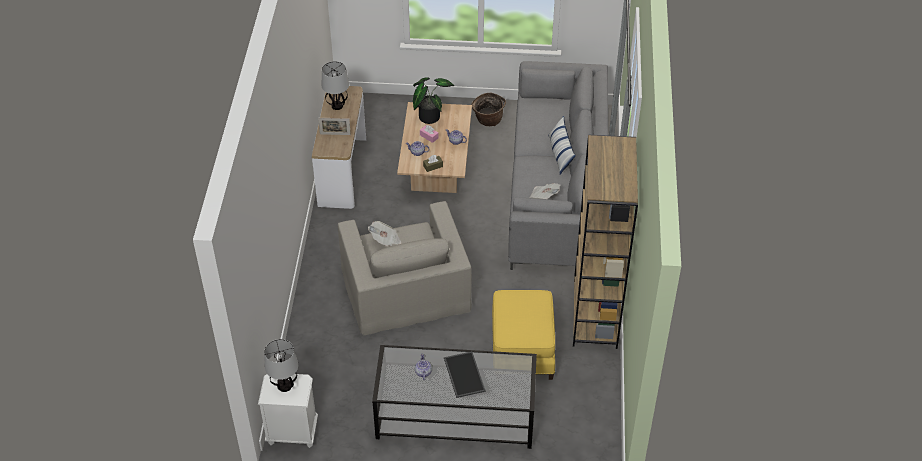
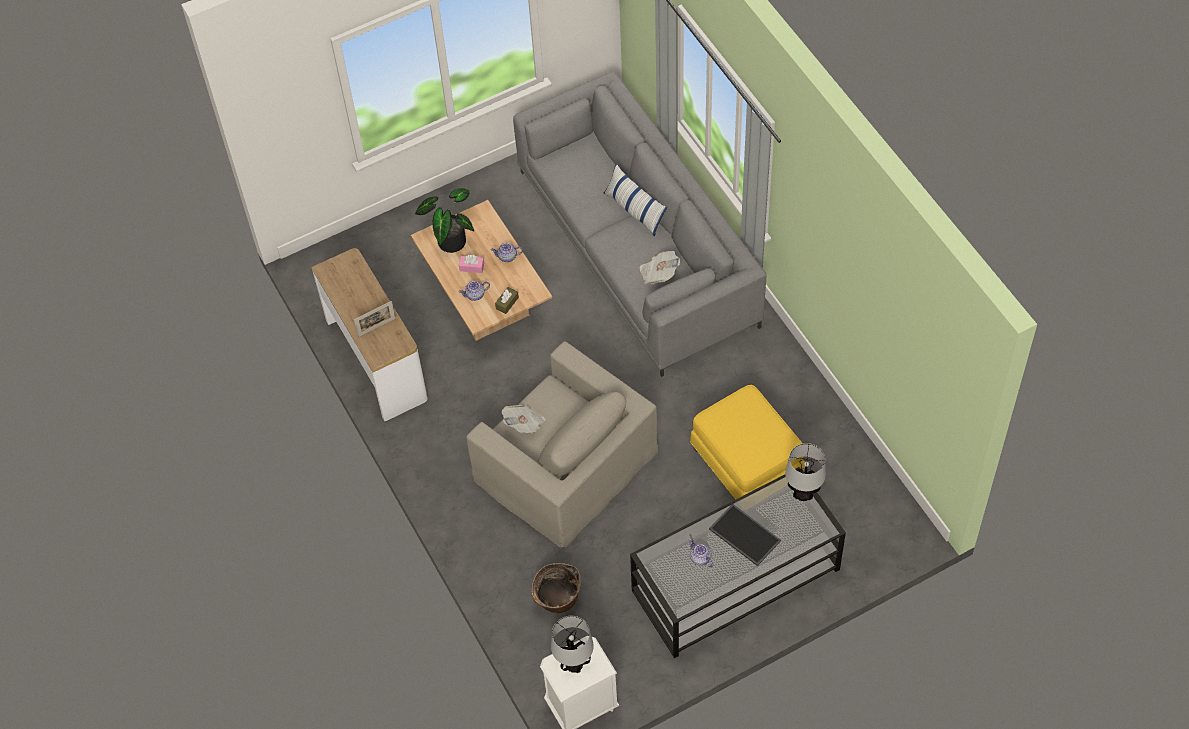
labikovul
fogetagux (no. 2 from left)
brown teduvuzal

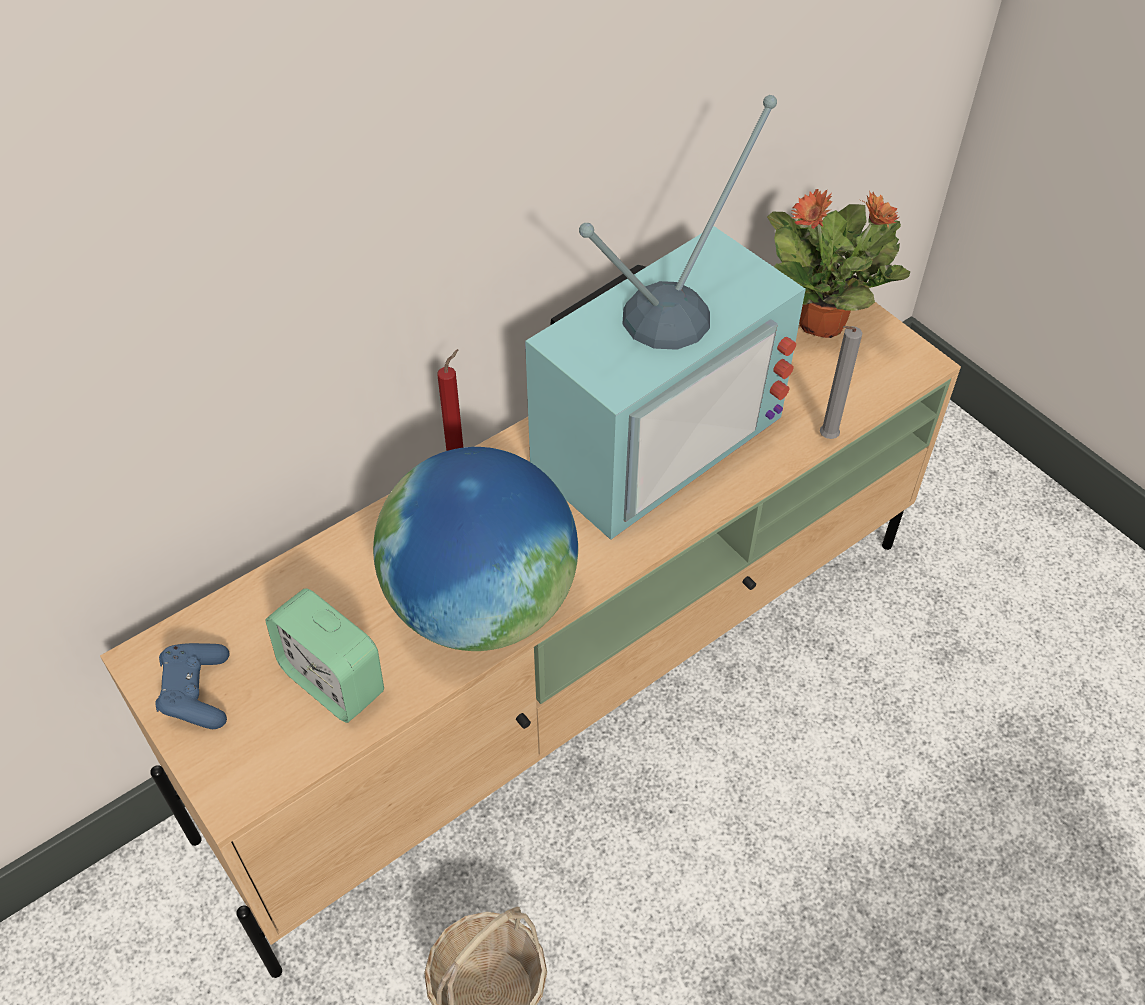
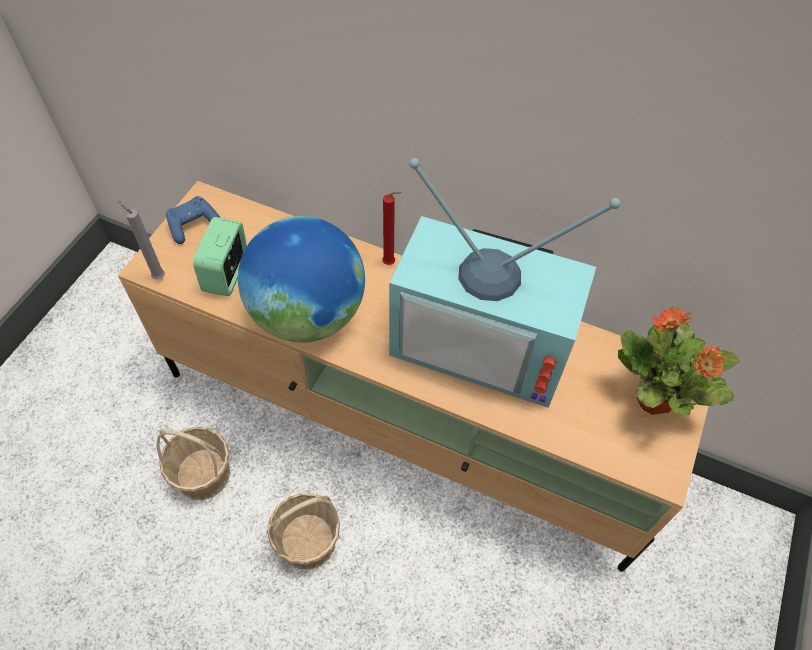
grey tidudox
labikovul (no. 2 from left)

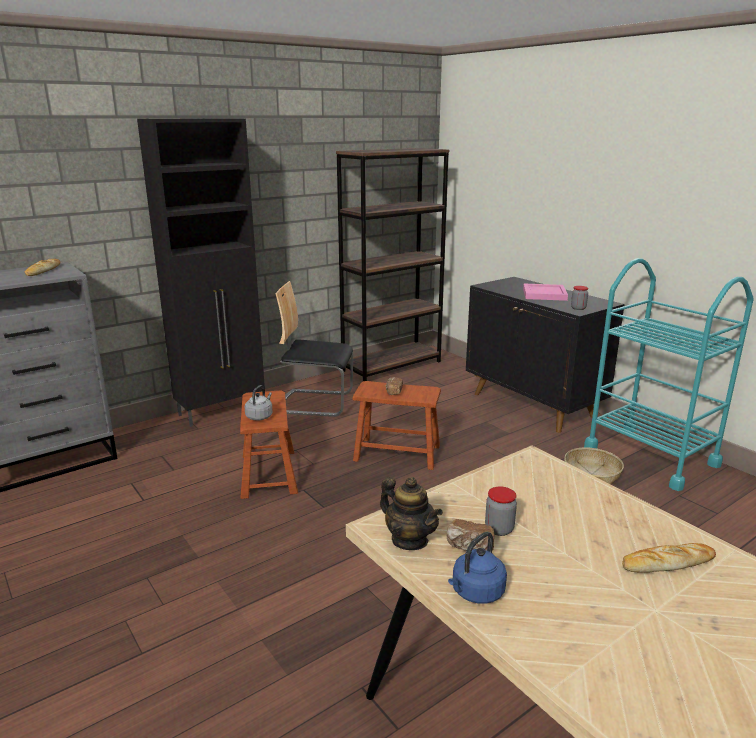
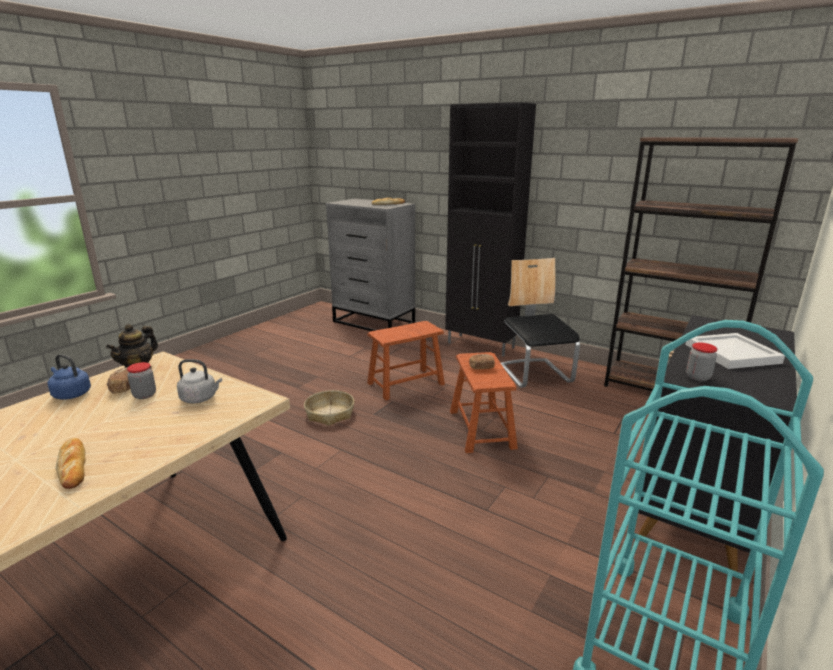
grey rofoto
labikovul
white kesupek

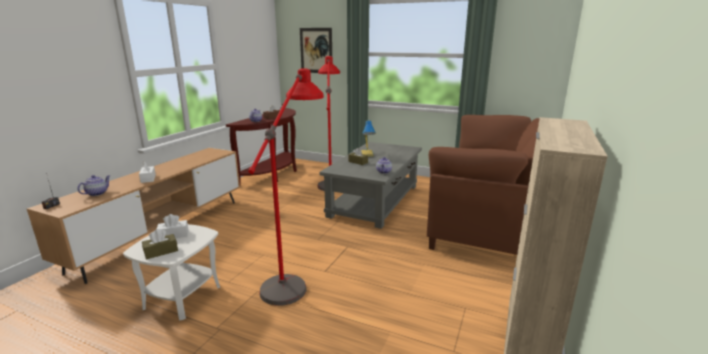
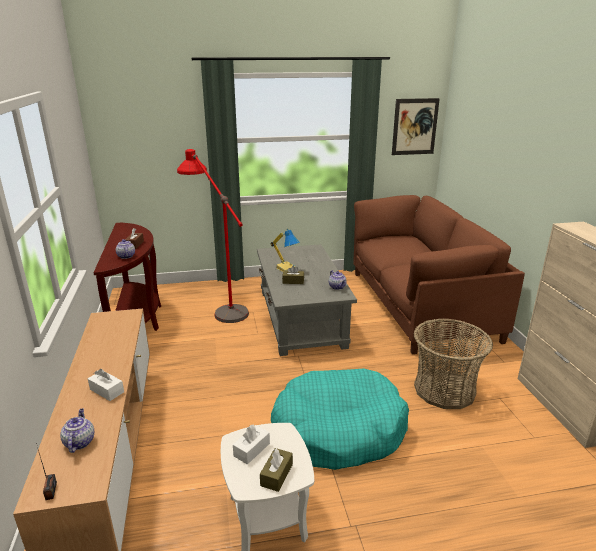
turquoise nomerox
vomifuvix
labikovul

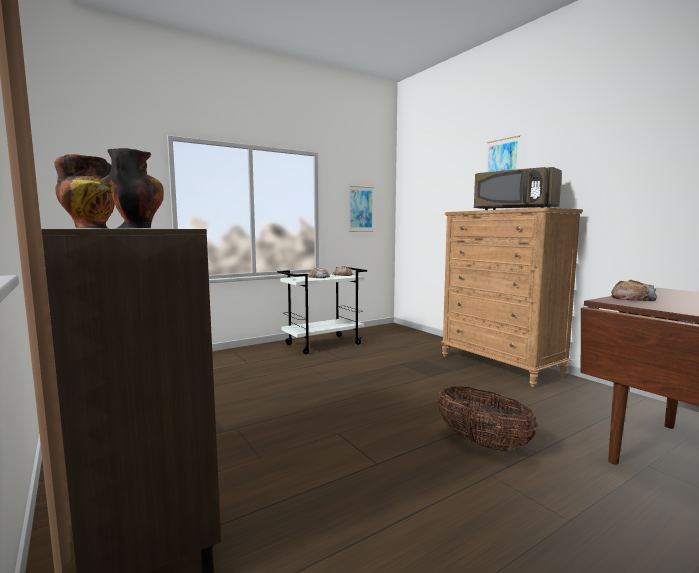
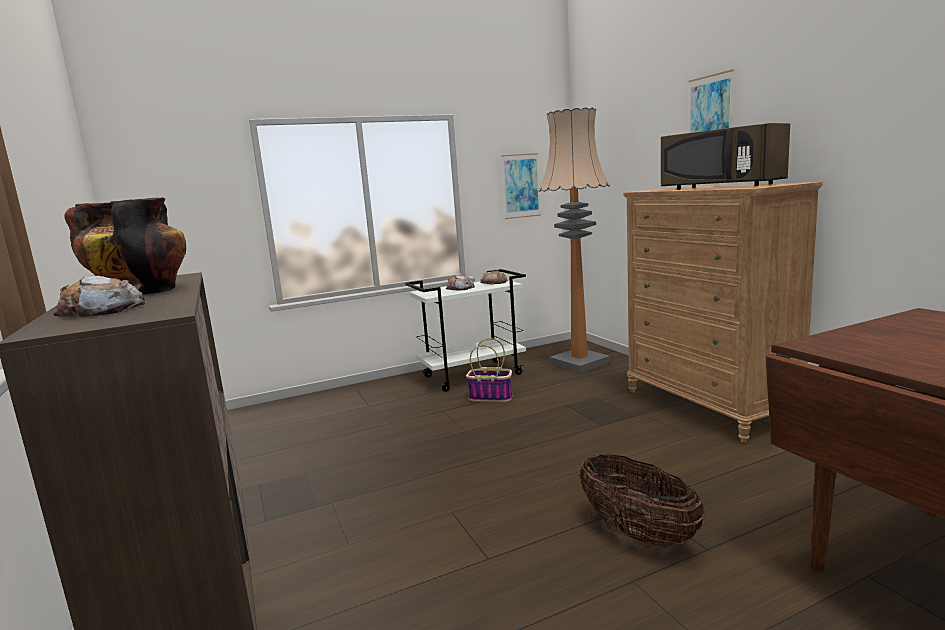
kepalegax (no. 1 from left)
labikovul (no. 1 from left)
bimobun

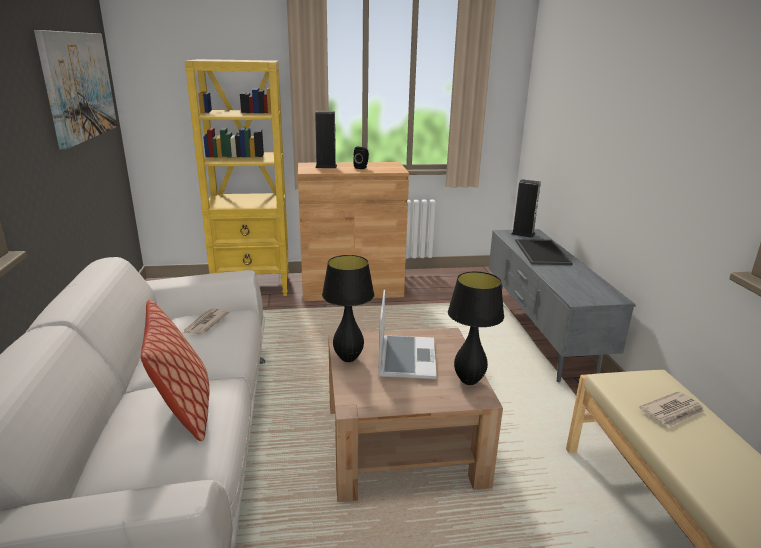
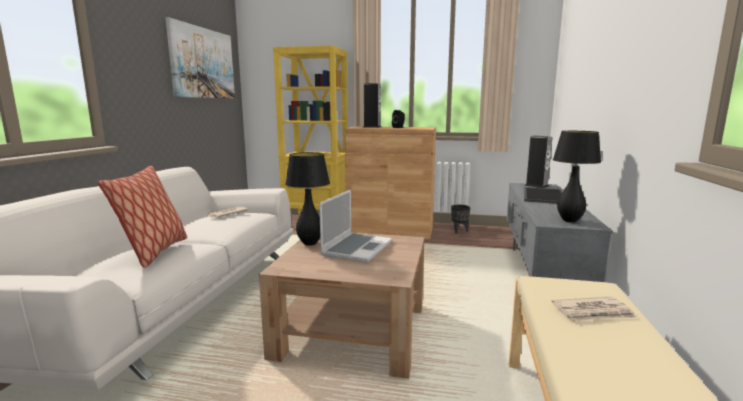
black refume
black fogetagux (no. 2 from left)

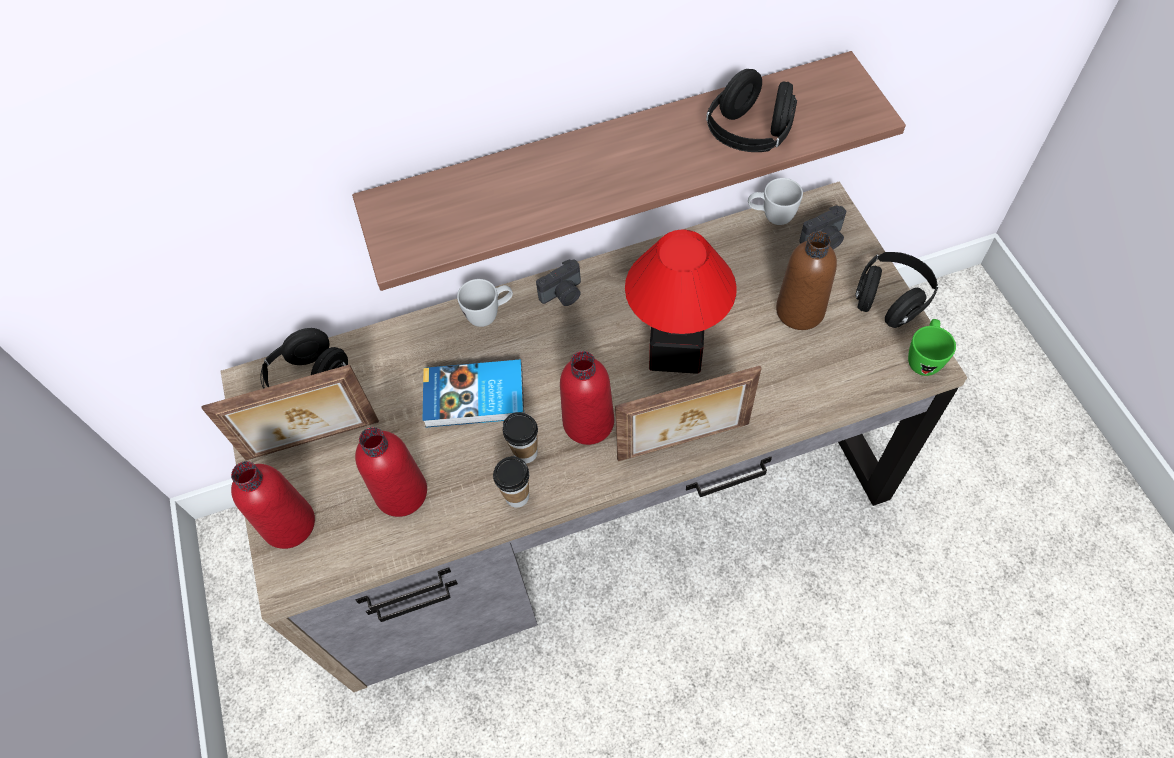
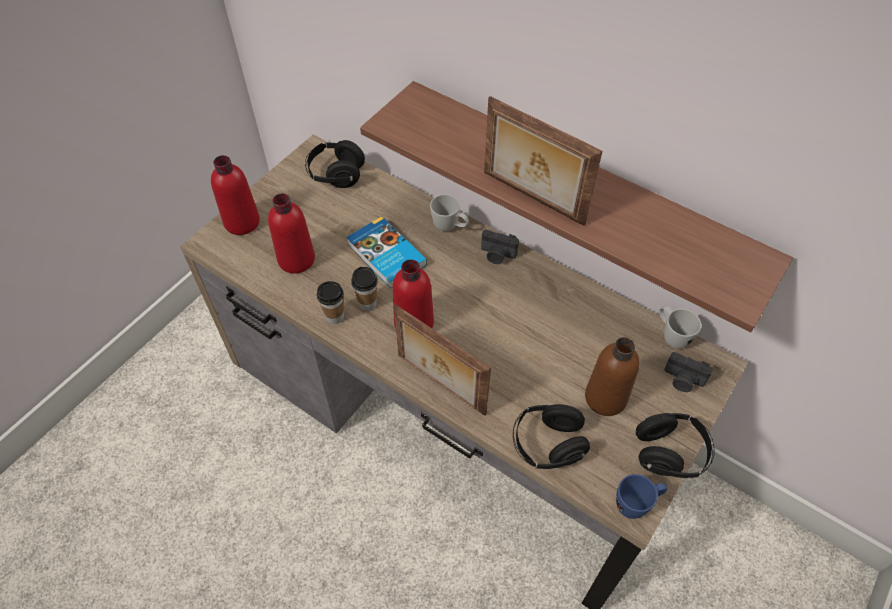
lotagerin (no. 2 from left)
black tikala (no. 2 from left)
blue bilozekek
fogetagux

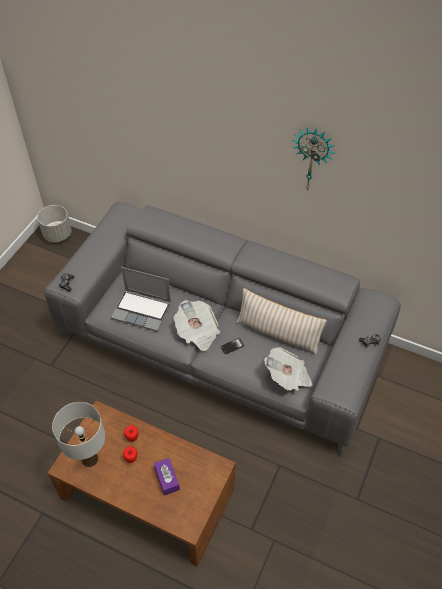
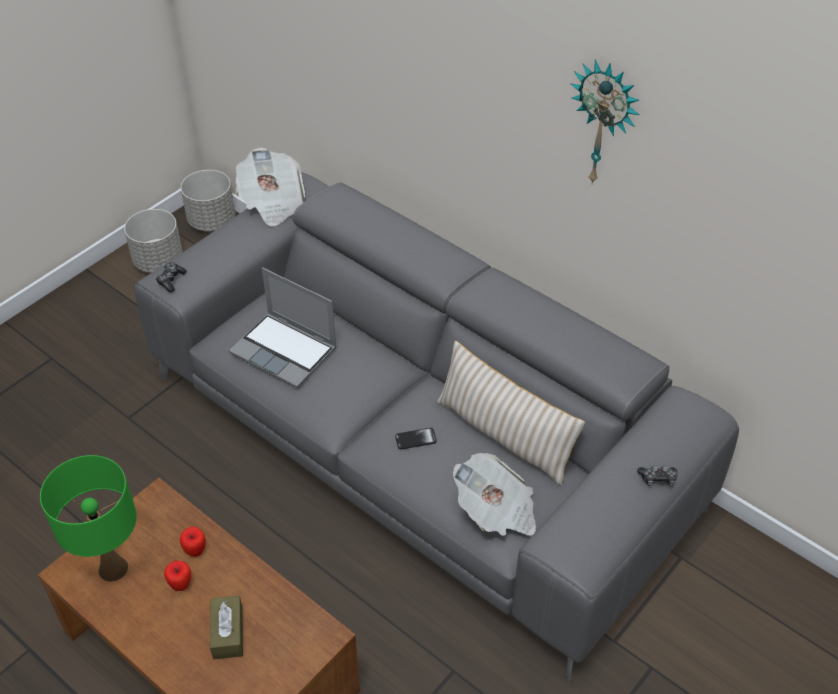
green fogetagux
grey refume (no. 1 from left)
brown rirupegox
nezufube (no. 1 from left)

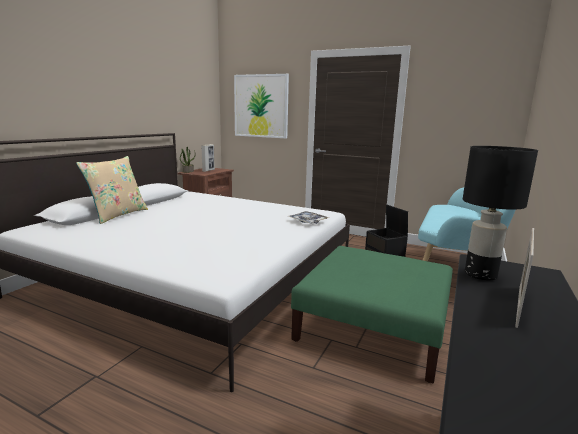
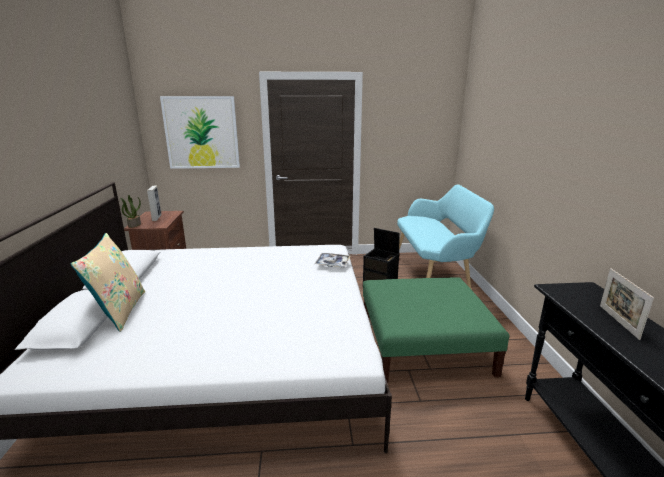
black fogetagux

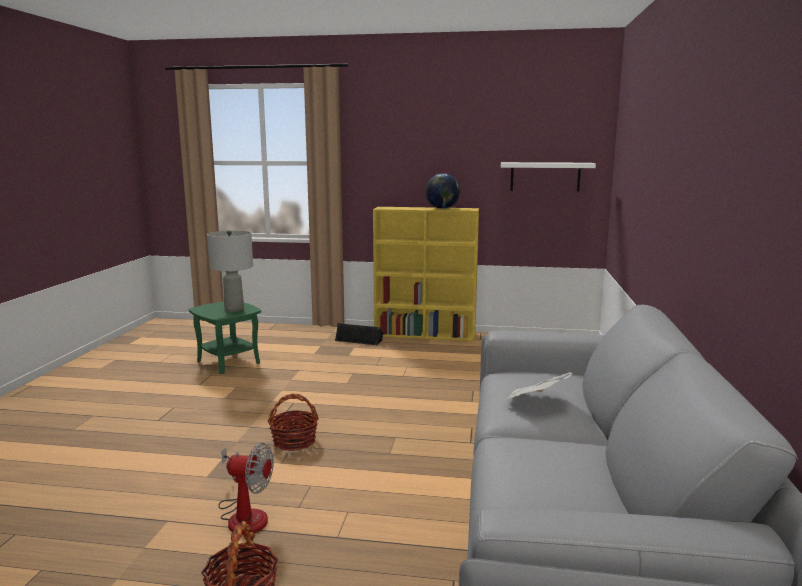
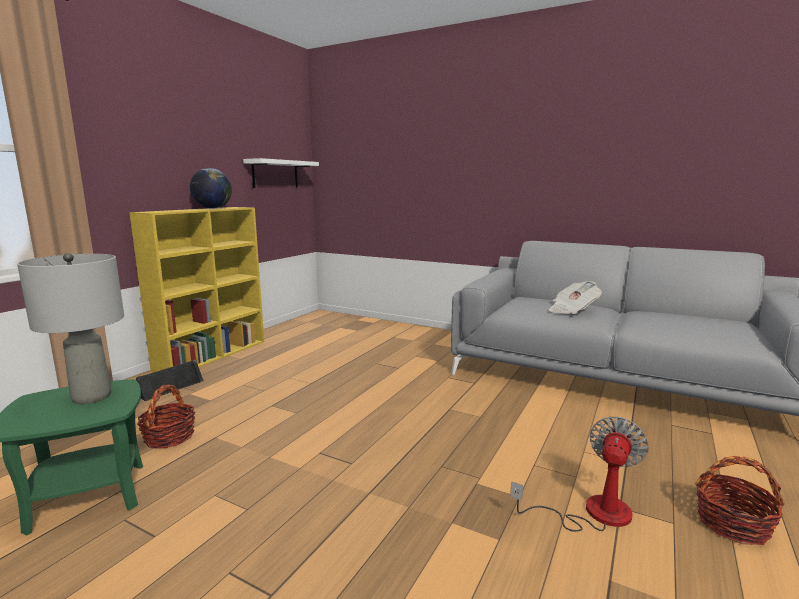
labikovul (no. 1 from left)

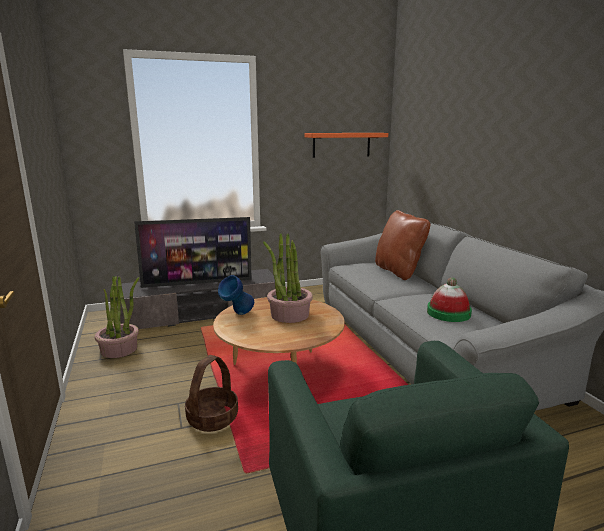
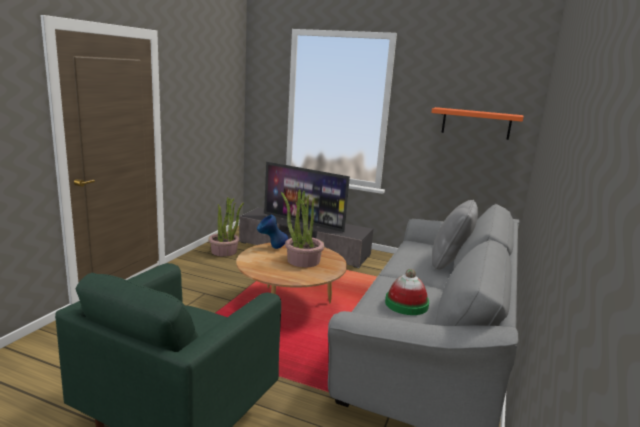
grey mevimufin
labikovul

